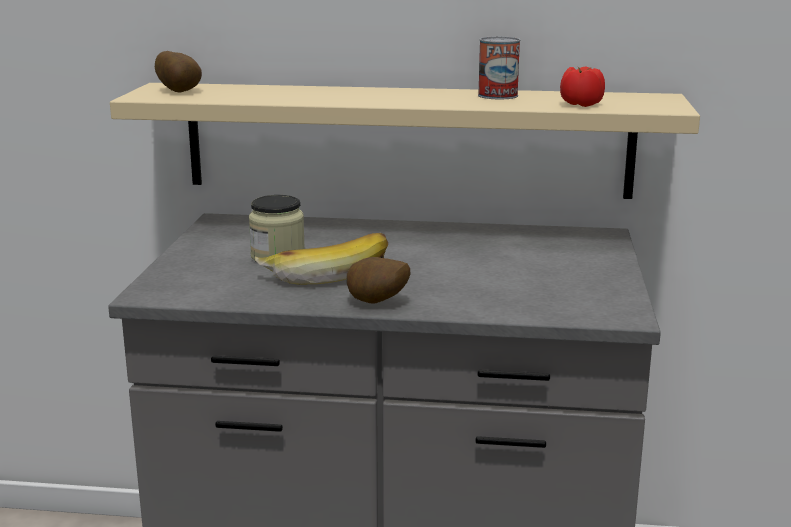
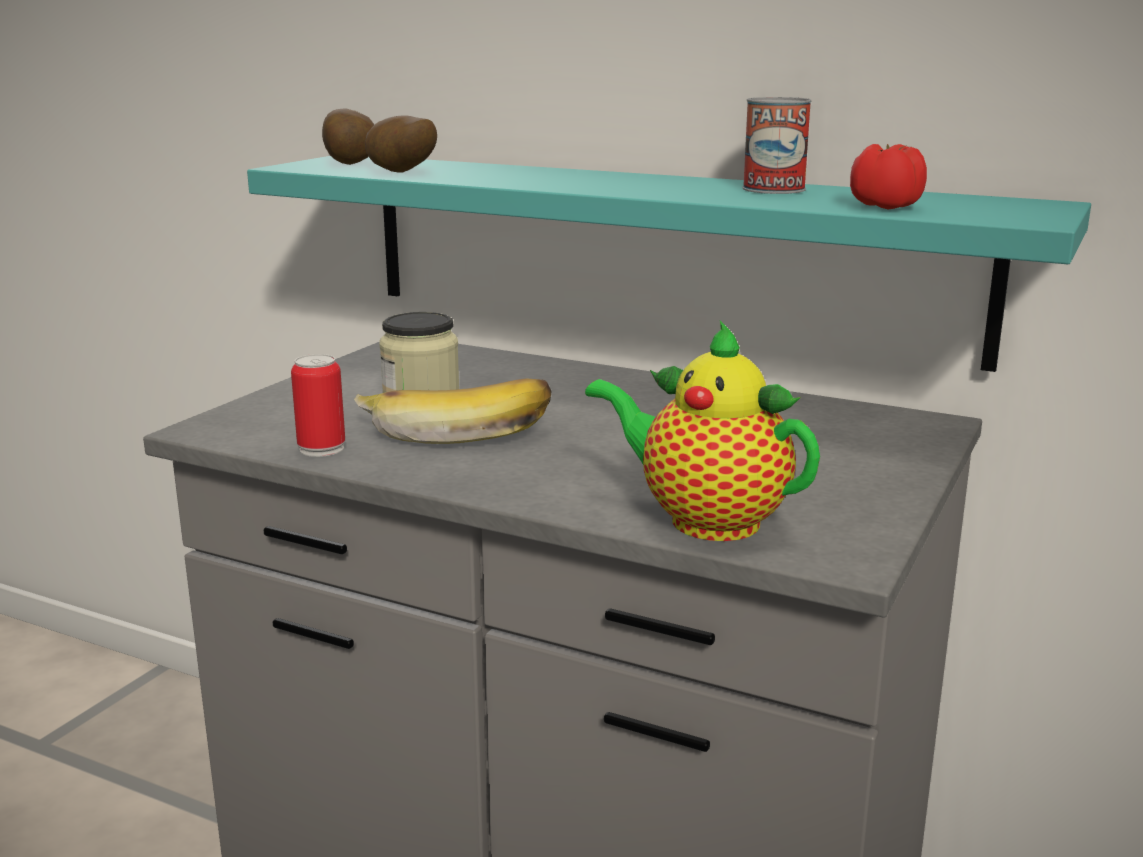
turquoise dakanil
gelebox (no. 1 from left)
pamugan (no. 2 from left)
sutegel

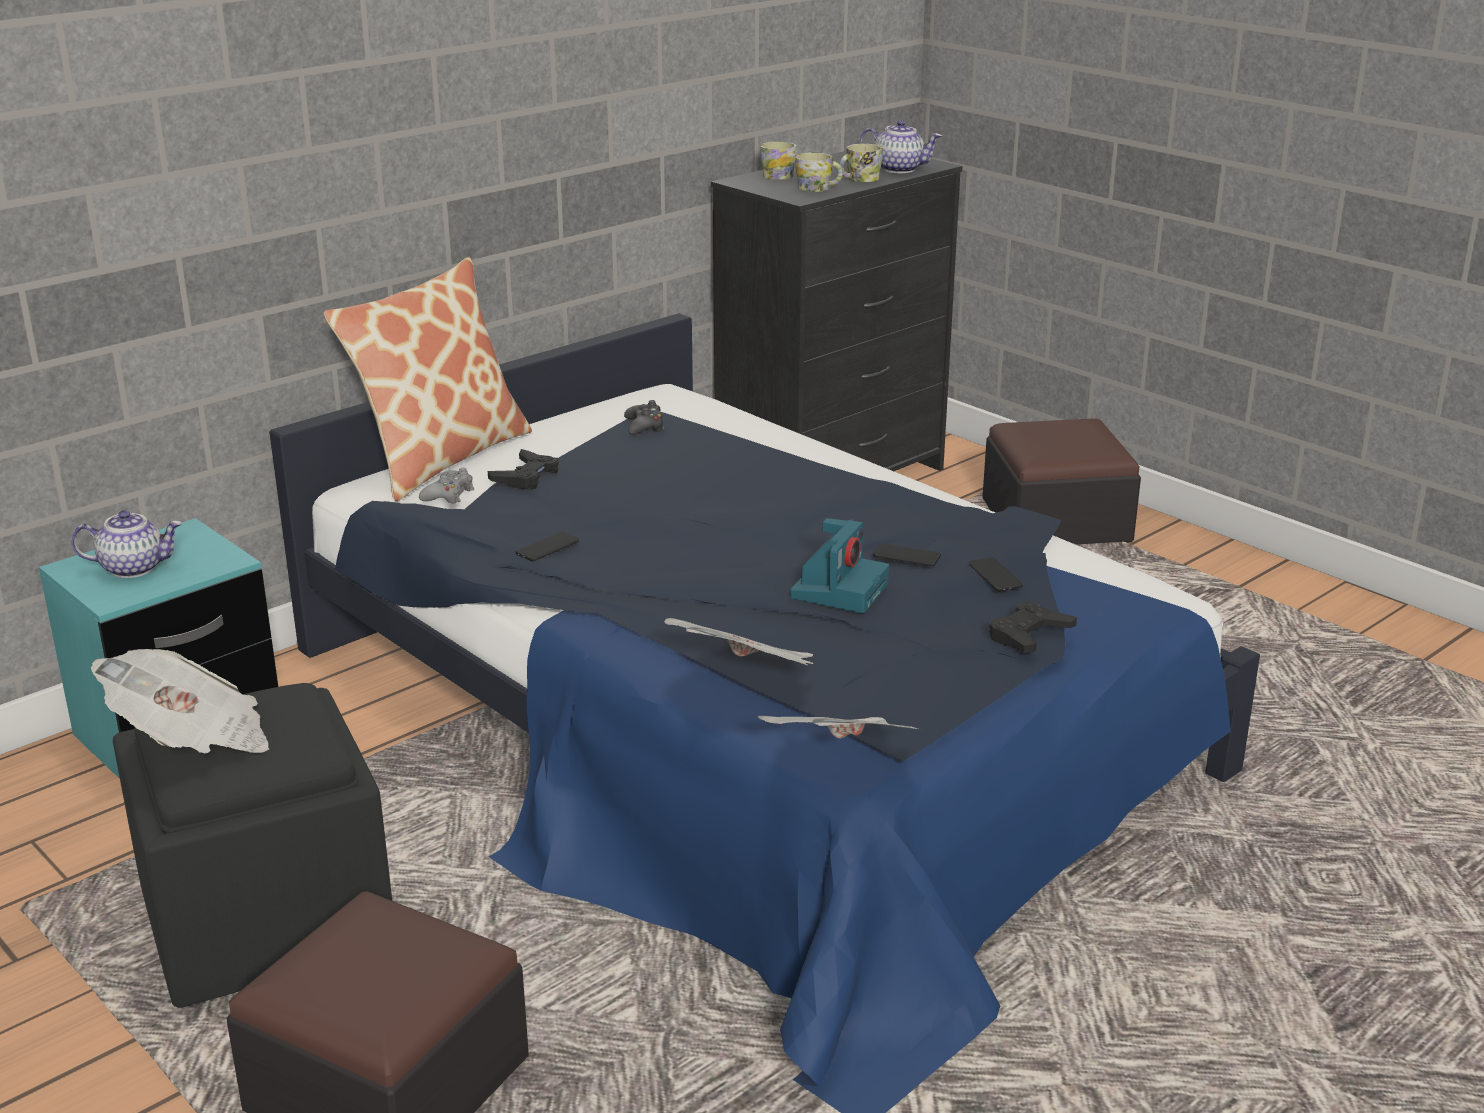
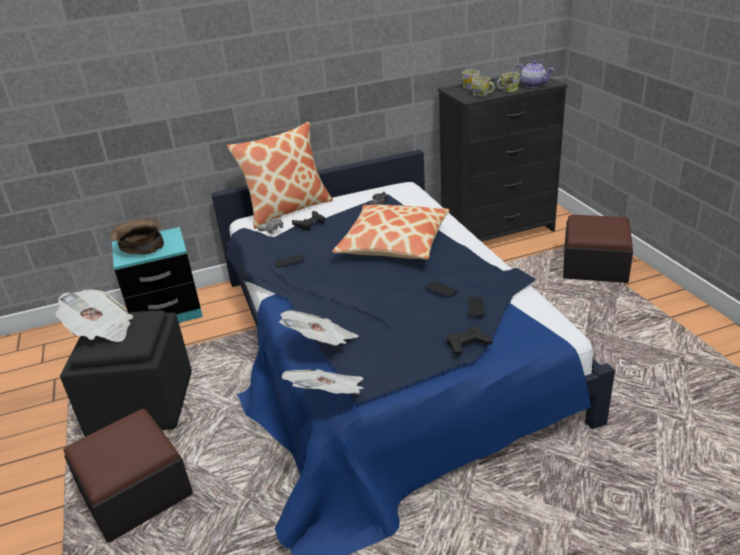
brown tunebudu
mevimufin (no. 2 from left)
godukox

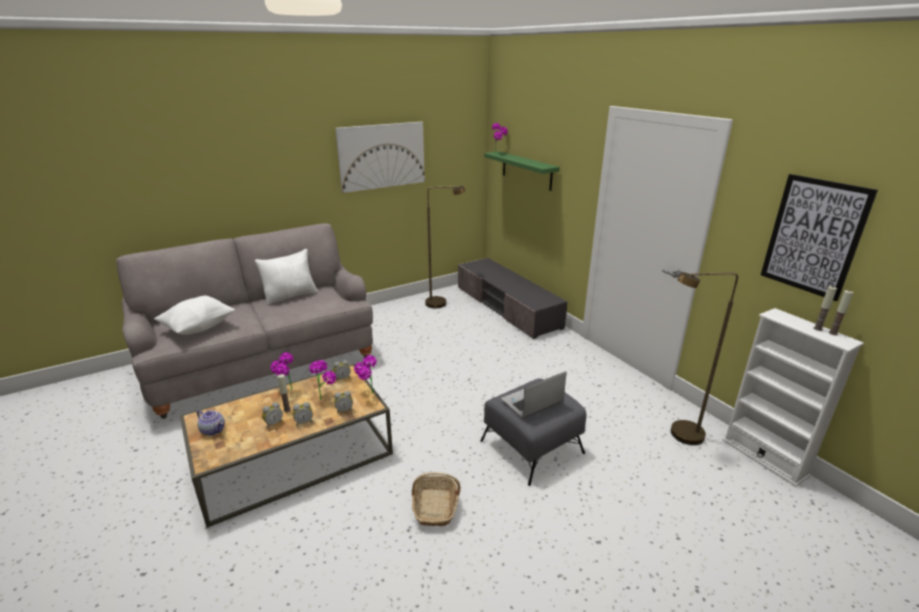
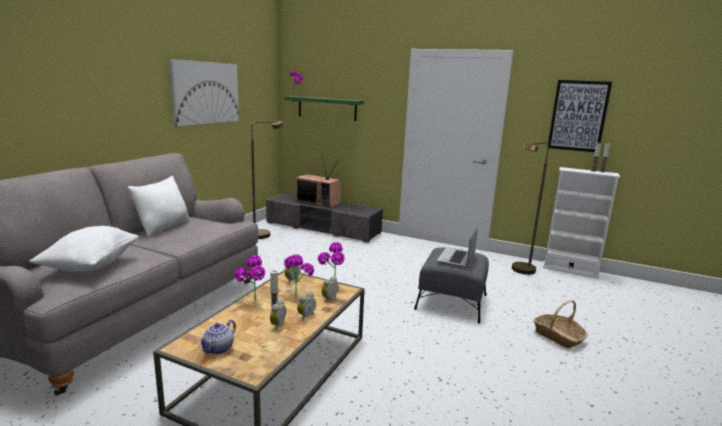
sutegel
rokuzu
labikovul

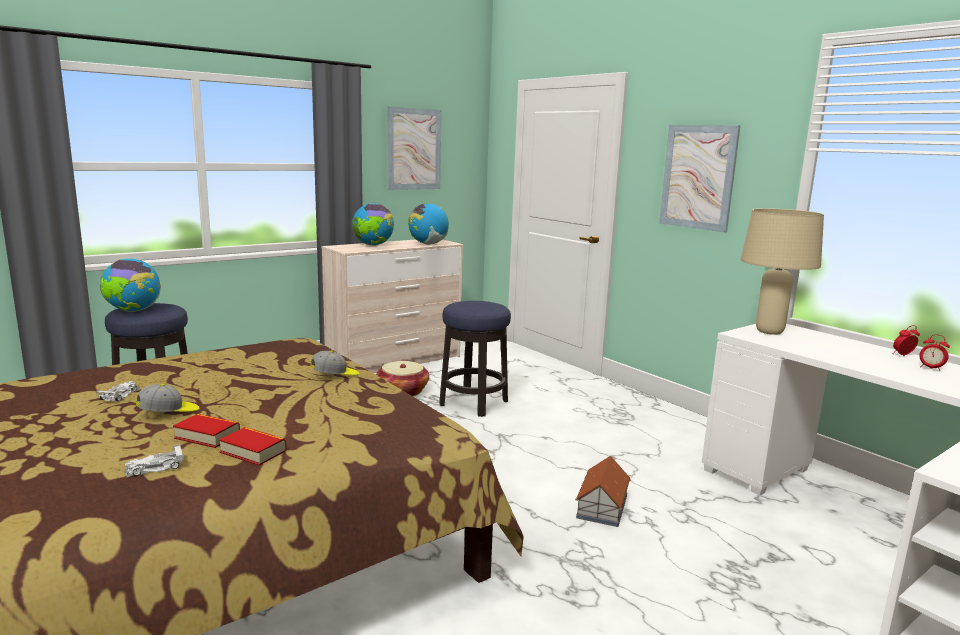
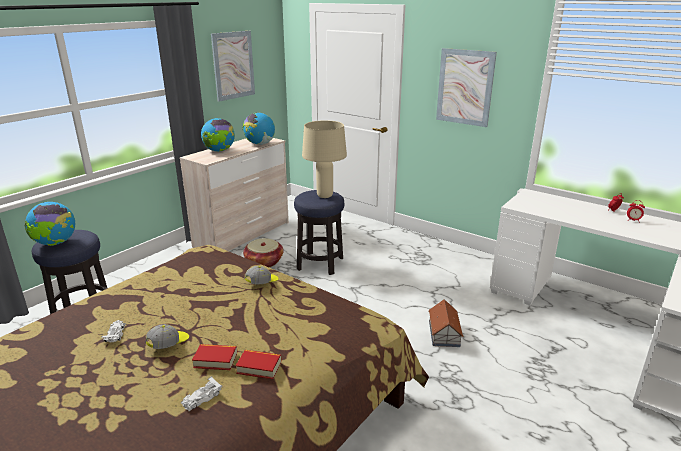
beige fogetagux

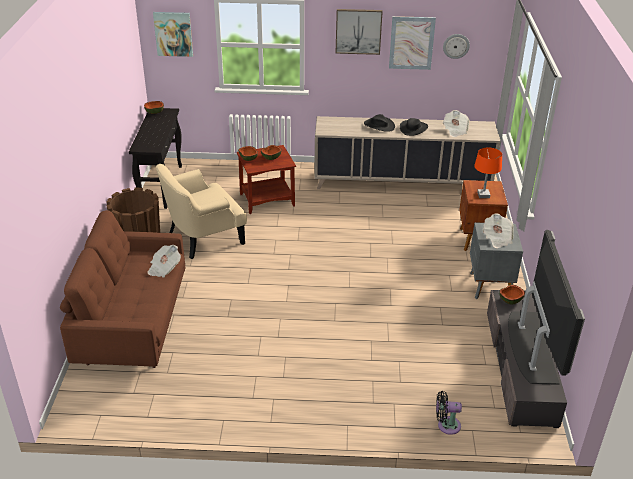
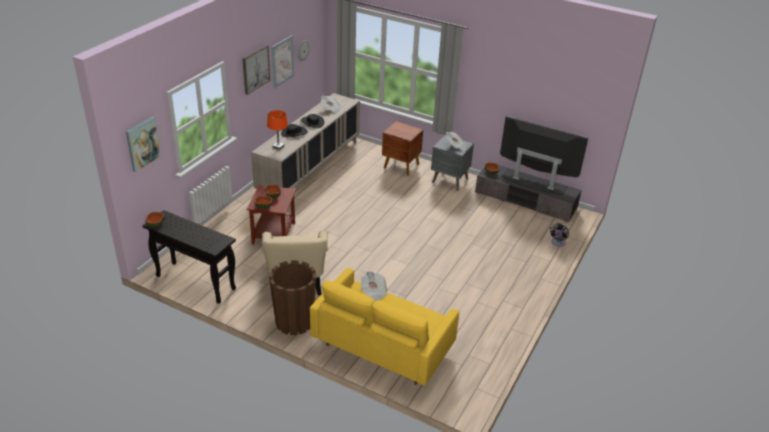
orange fogetagux
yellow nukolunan

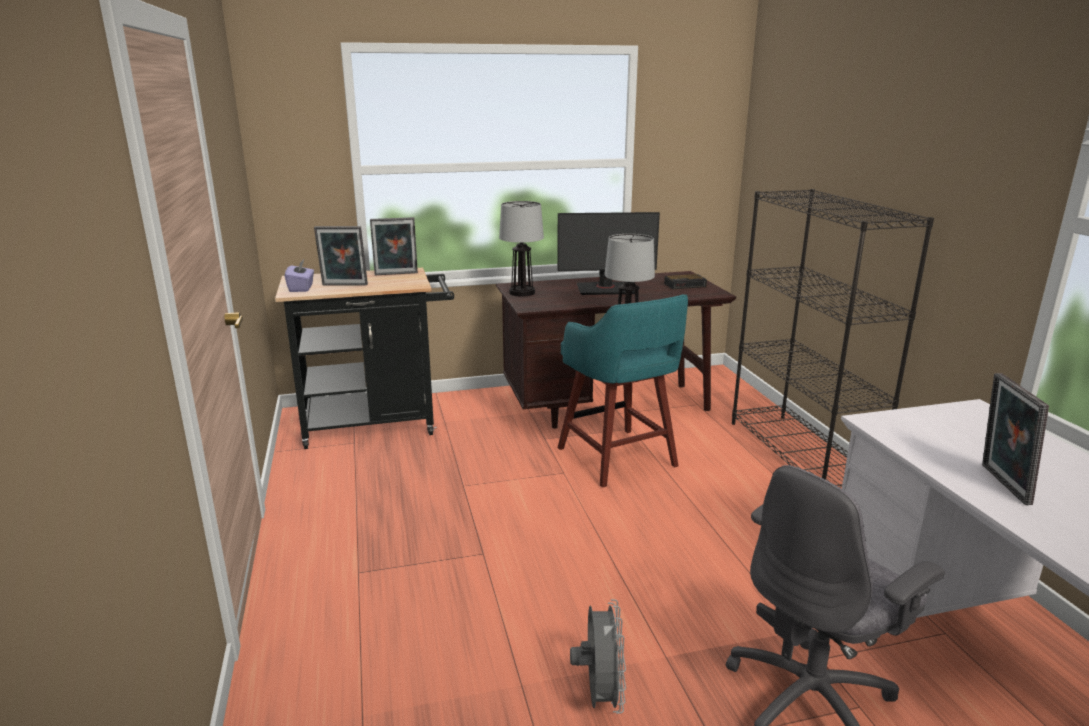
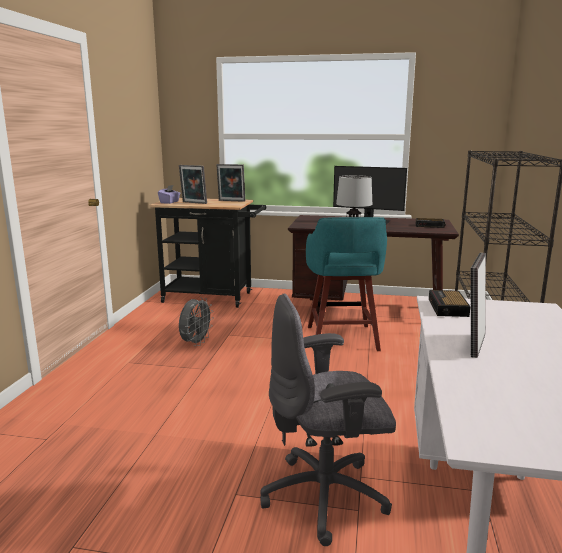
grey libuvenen
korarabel (no. 2 from left)
fogetagux (no. 1 from left in the first image)

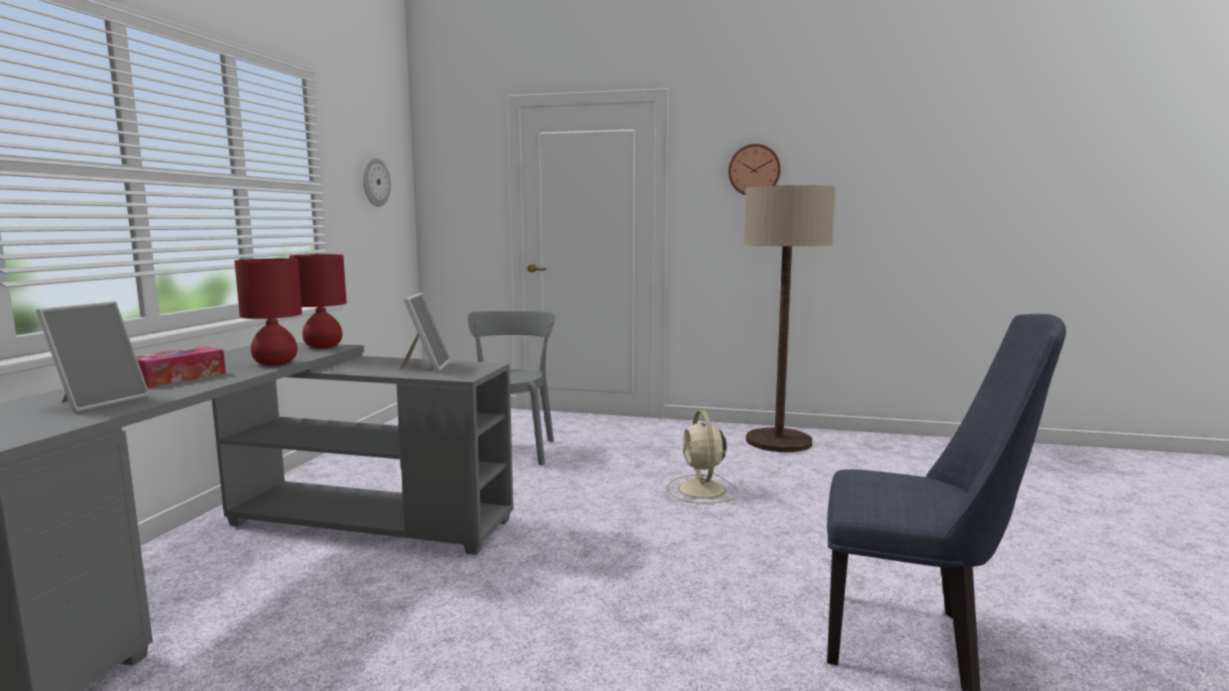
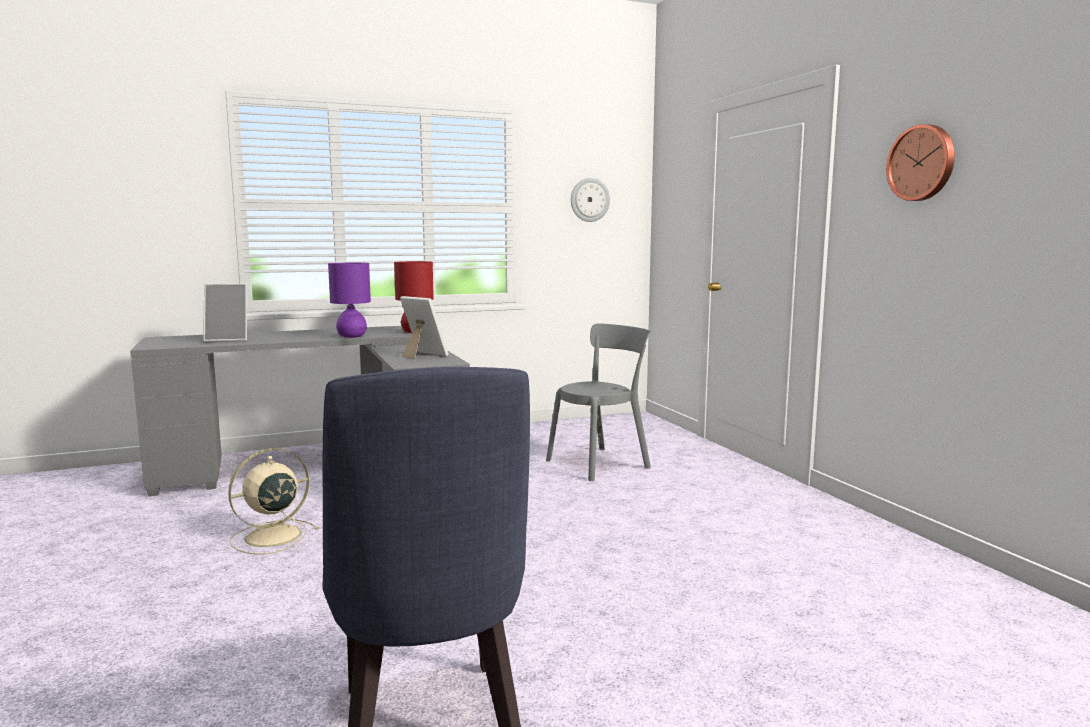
beige libuvenen
purple fogetagux
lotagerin (no. 2 from left)
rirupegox
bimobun

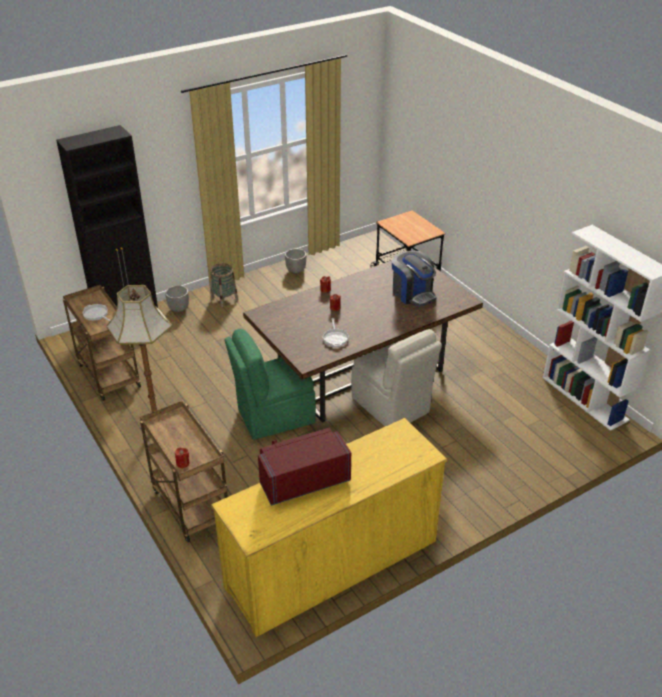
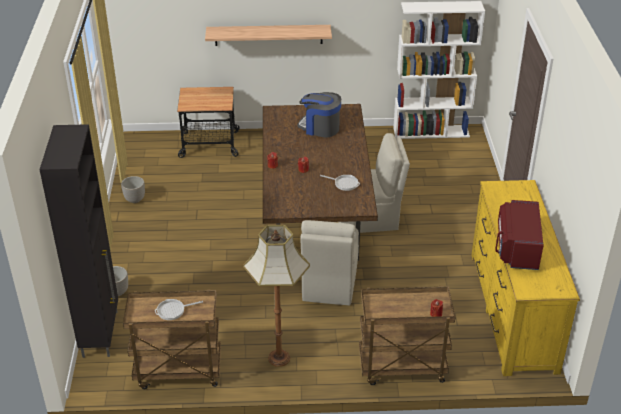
dakanil
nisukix
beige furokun (no. 1 from left)
labikovul

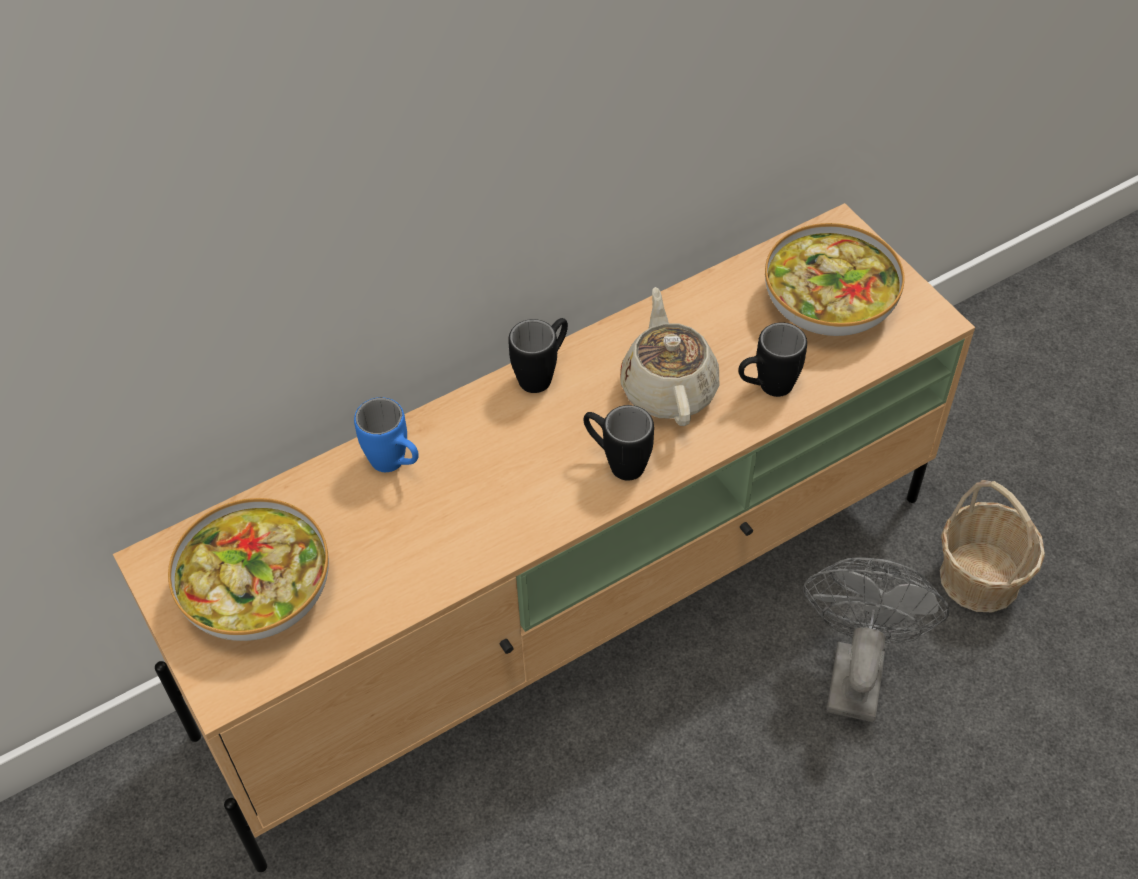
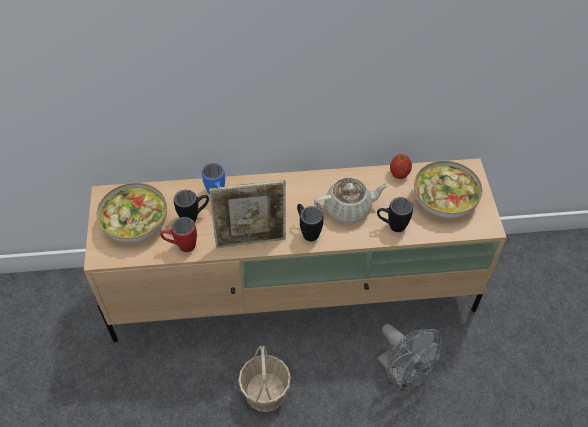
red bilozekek
black bilozekek (no. 1 from left)
lotagerin
labikovul
beige sutegel
grey libuvenen
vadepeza

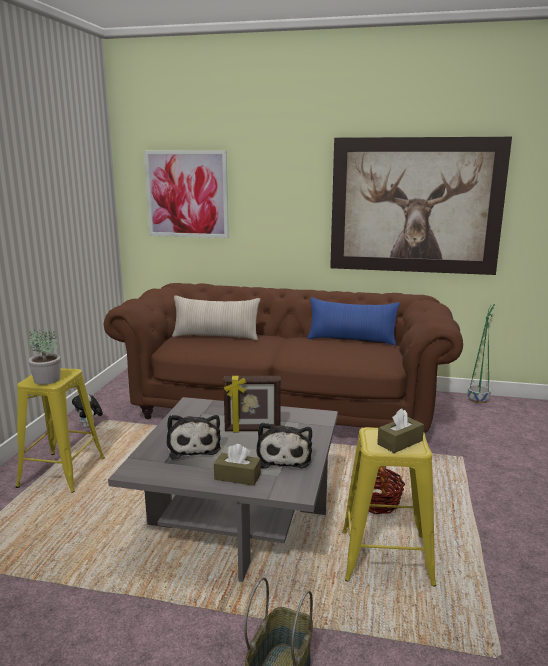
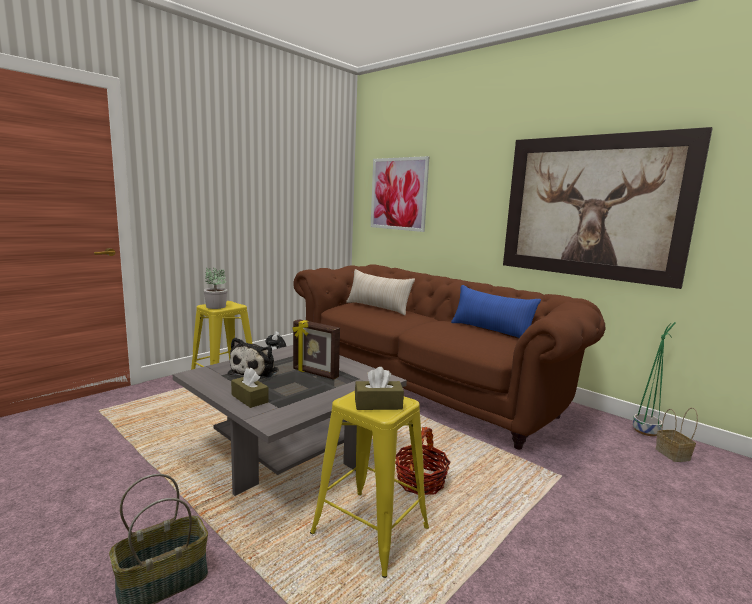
labikovul (no. 3 from left)
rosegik (no. 3 from left in the first image)

